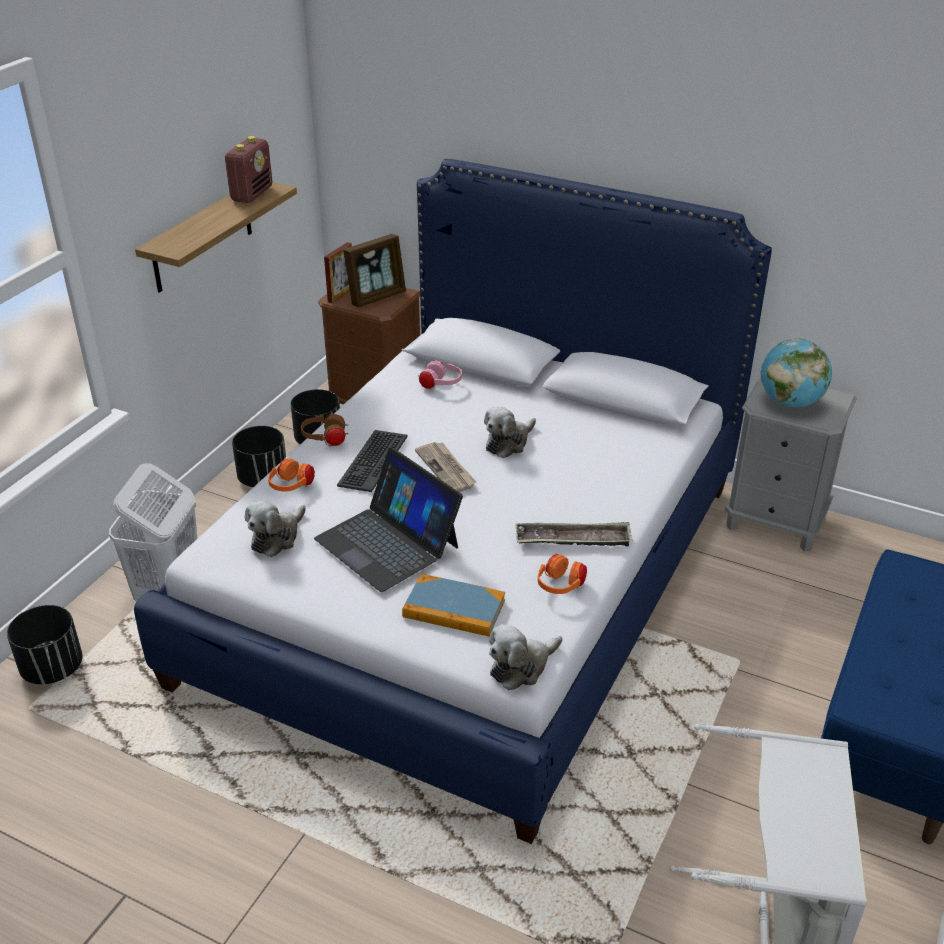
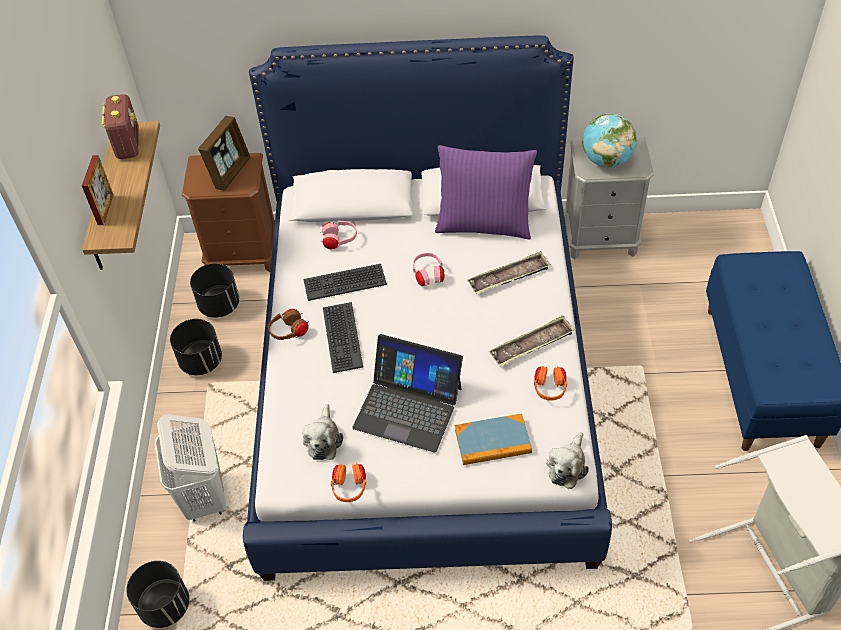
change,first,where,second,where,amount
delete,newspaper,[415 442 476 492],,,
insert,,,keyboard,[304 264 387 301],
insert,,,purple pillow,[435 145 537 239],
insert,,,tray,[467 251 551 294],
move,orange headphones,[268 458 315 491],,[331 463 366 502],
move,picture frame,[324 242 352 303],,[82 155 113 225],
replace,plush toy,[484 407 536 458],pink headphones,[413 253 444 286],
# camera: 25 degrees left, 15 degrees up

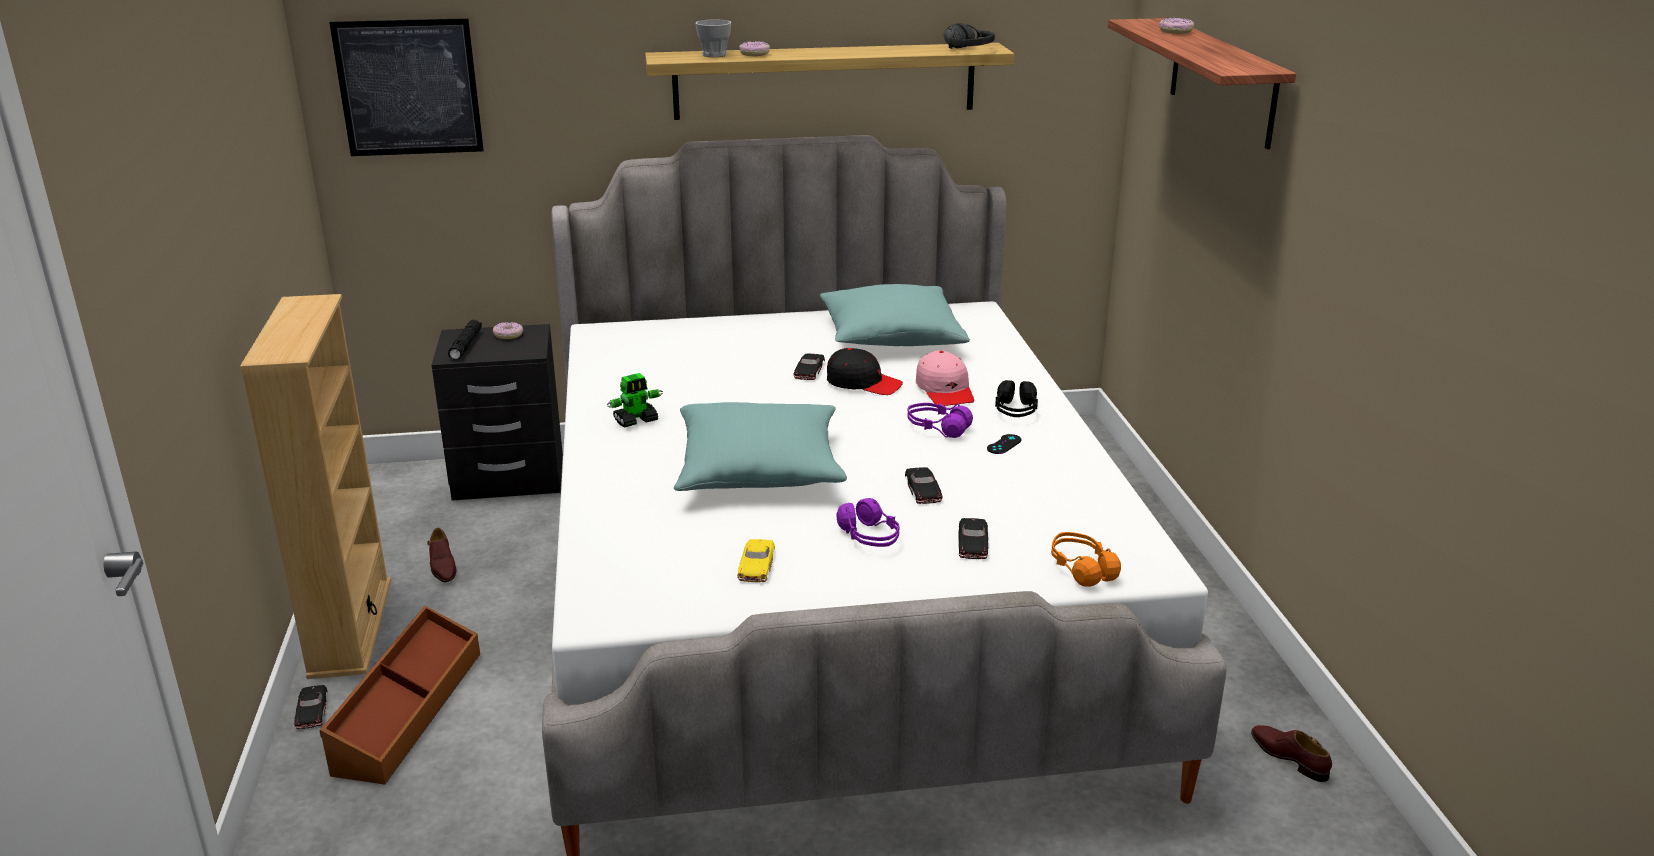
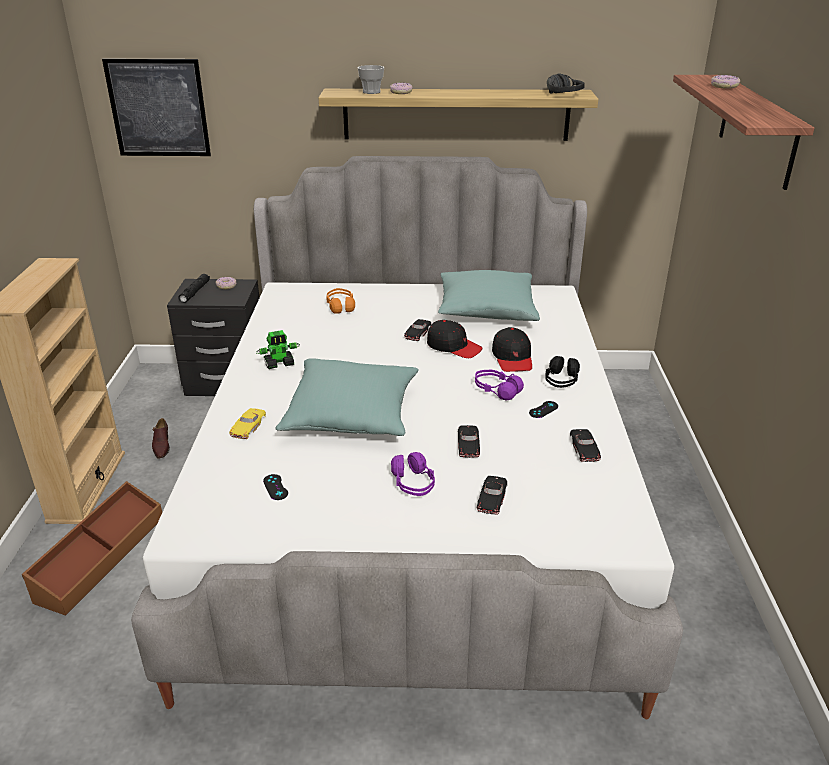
change,first,where,second,where,amount
delete,brown shoe,[1251 725 1332 782],,,
insert,,,black game controller,[263 474 288 500],
move,black toy car,[294 685 328 729],,[570 429 601 462],
move,yellow toy car,[737 539 775 583],,[229 408 266 439],
move,orange headphones,[1051 532 1121 587],,[326 288 355 314],
recolor,pink cap,[916 350 974 406],black cap,[492 327 532 372],
# camera: 10 degrees right, 5 degrees up

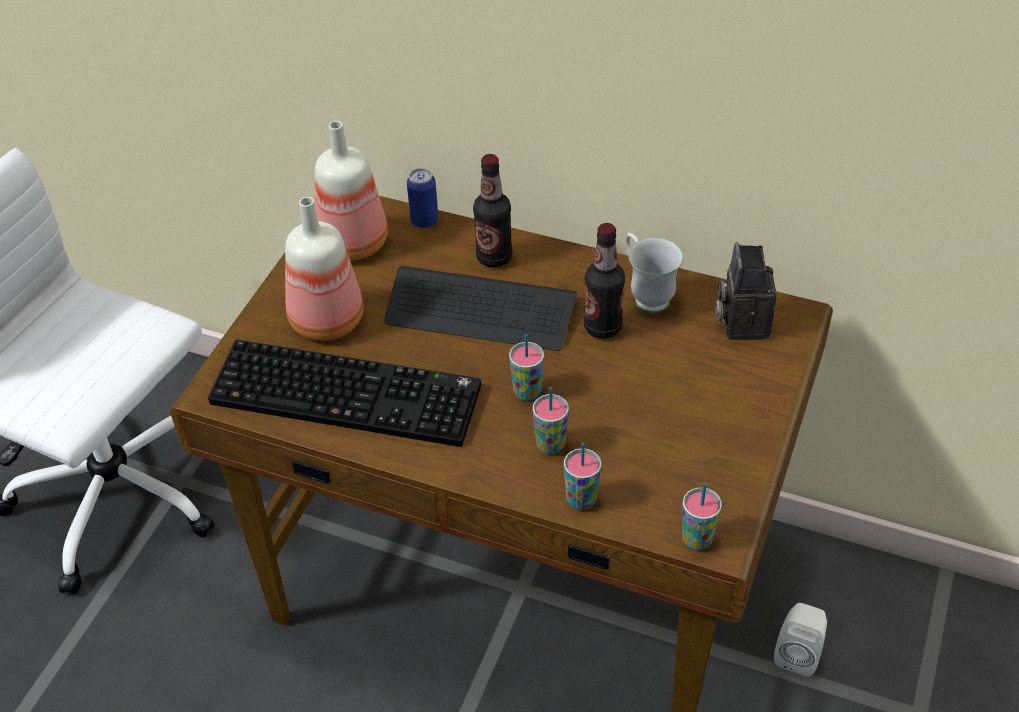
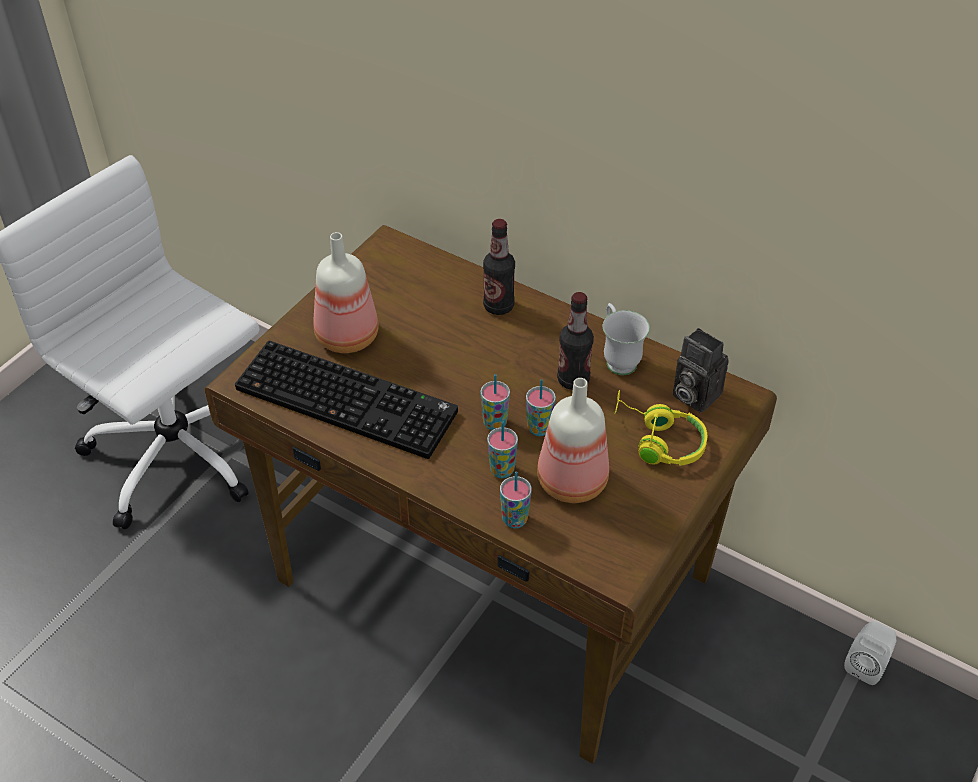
change,first,where,second,where,amount
delete,keyboard,[384 266 577 351],,,
delete,can,[407 168 439 229],,,
insert,,,yellow headphones,[614 390 707 466],
move,bottle,[314 121 388 261],,[537 378 609 503],
move,cup,[682 483 722 550],,[526 379 556 436],
move,white speaker,[774 603 827 676],,[844 621 897 685],
rotate,photo camera,[716 242 777 340],,[673 328 729 413],60 degrees counterclockwise
# camera: 10 degrees right, 0 degrees up

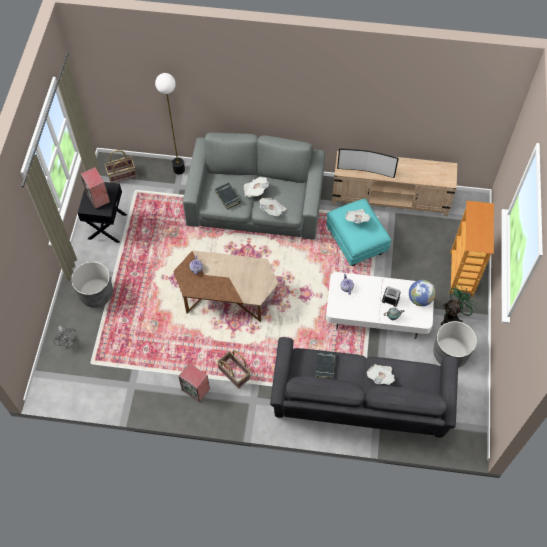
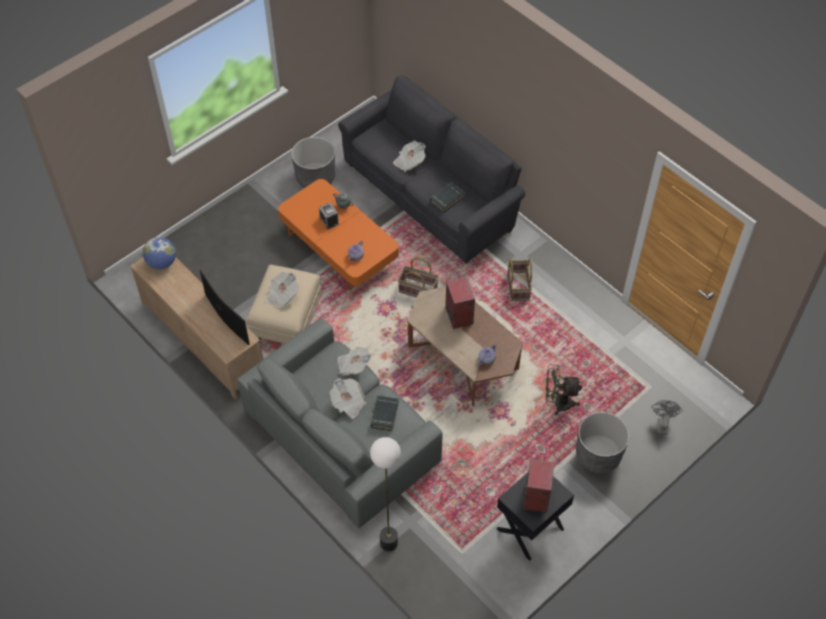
change,first,where,second,where,amount
delete,bookcase,[449 201 494 297],,,
move,basket,[105 150 137 183],,[398 258 438 298],
move,speaker,[178 363 210 402],,[445 277 475 329],
move,globe,[409 280 436 306],,[143 237 176 270],
move,green fan,[441 286 477 325],,[546 365 582 415],
recolor,turquoise ottoman,[326 199 391 266],beige ottoman,[246 265 322 343],
recolor,white coffee table,[326 272 434 339],orange coffee table,[278 179 399 290],
# camera: 140 degrees left, 5 degrees down

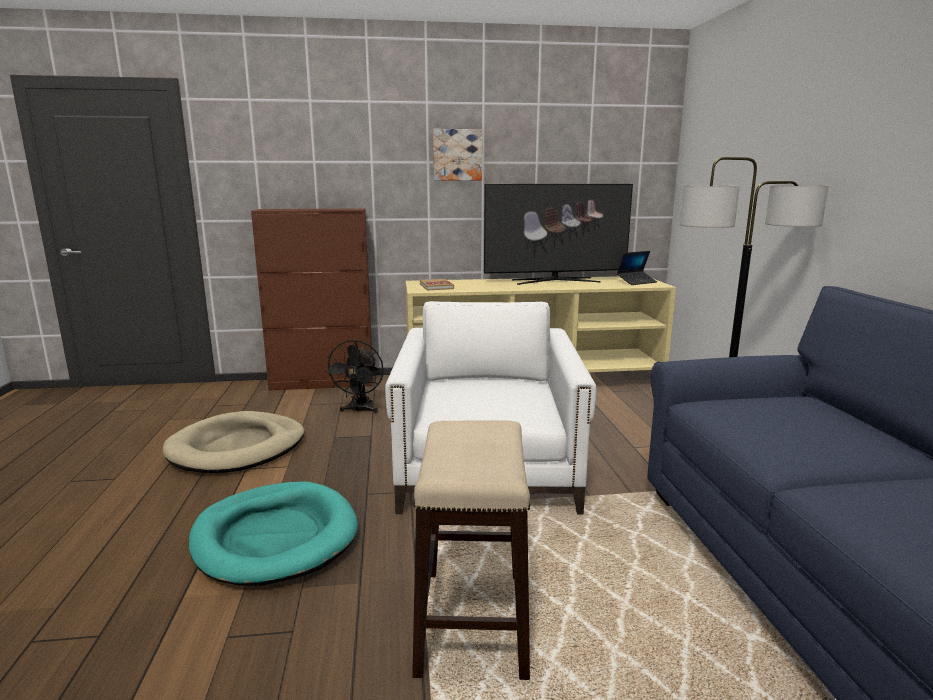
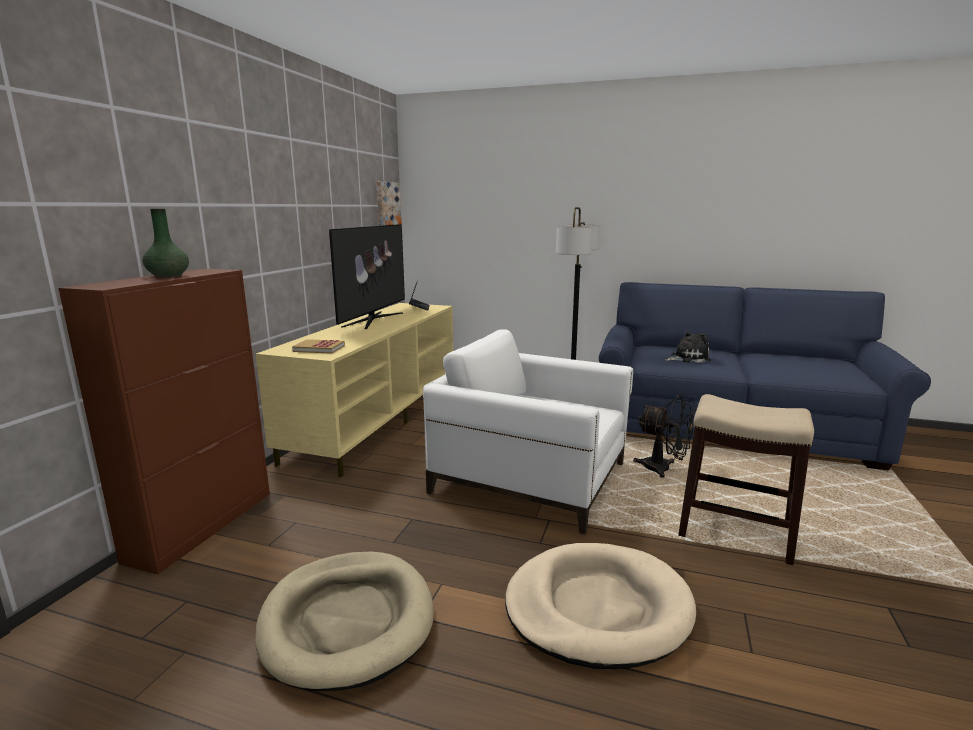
change,first,where,second,where,amount
insert,,,green vase,[142 209 189 277],
insert,,,plush toy,[665 331 711 363],
move,black fan,[324 340 384 413],,[633 395 697 478],
move,picture,[433 129 482 180],,[376 181 402 226],
recolor,turquoise dog bed,[189 481 358 586],beige dog bed,[505 543 696 669],
# camera: 65 degrees left, 0 degrees up

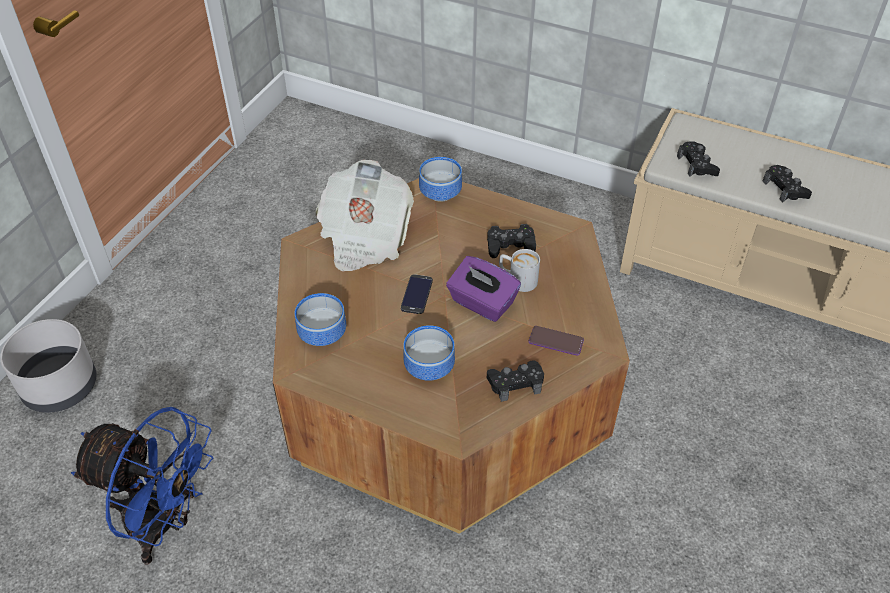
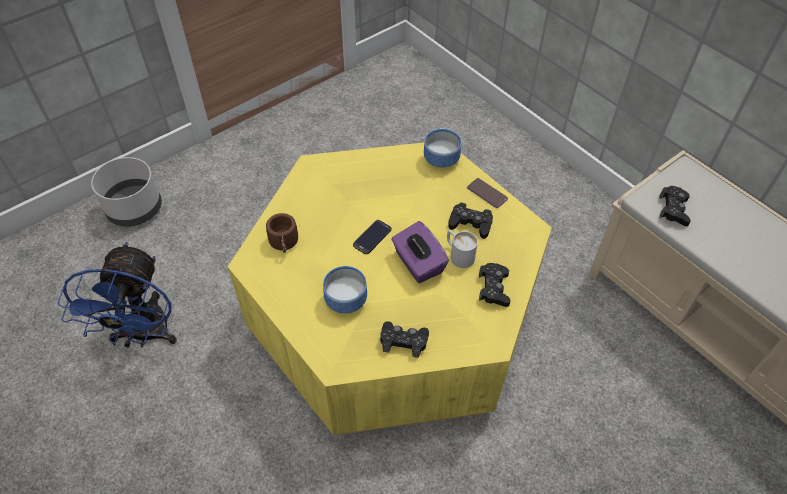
change,first,where,second,where,amount
delete,newspaper,[315 160 414 272],,,
move,phone,[529 326 584 356],,[467 178 508 208],
move,black game controller,[762 165 812 202],,[479 263 510 307],
replace,bowl,[295 293 346 346],brown mug,[266 213 298 253],
recolor,brown coffee table,[273 178 630 534],yellow coffee table,[228 142 552 435],
rotate,blue fan,[71 407 213 564],,[58 242 177 348],45 degrees clockwise
# camera: 25 degrees right, 5 degrees up

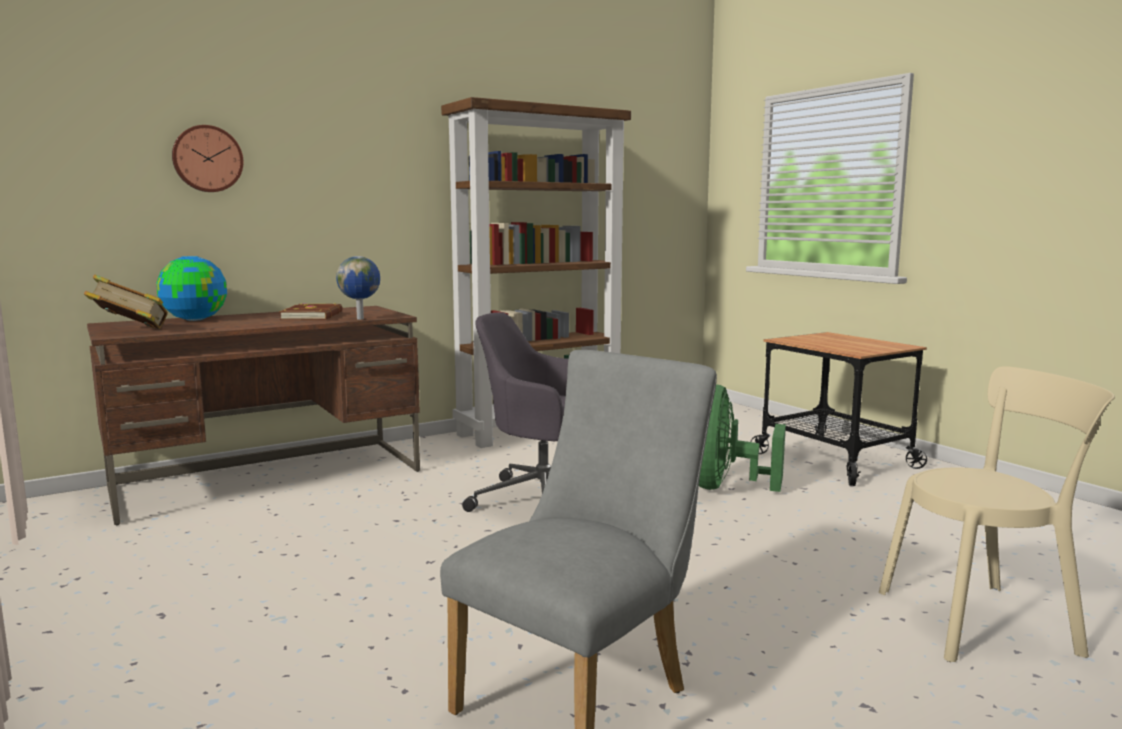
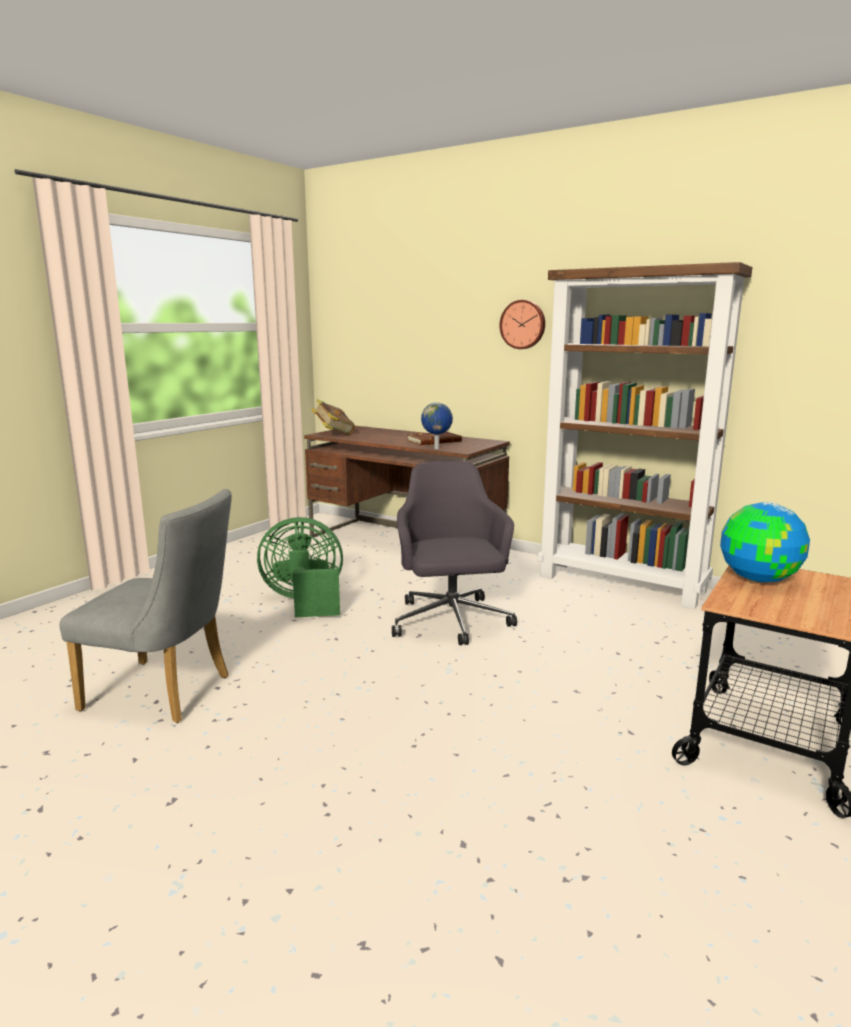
change,first,where,second,where,amount
delete,beige chair,[879 366 1115 662],,,
move,globe,[156 256 227 321],,[720 502 810 582],
move,wall clock,[172 125 243 192],,[500 300 545 349],
move,green fan,[699 384 786 492],,[257 517 343 617],
# camera: 65 degrees right, 5 degrees up

